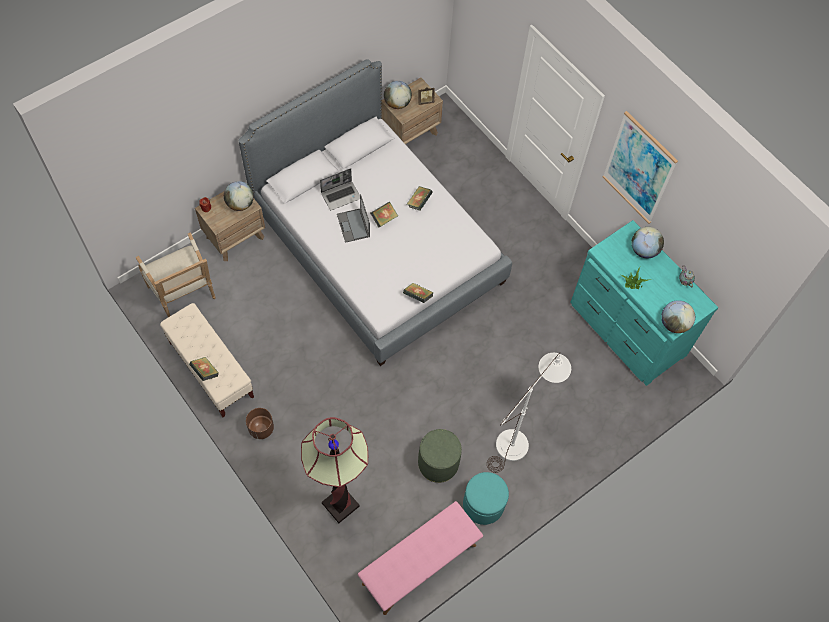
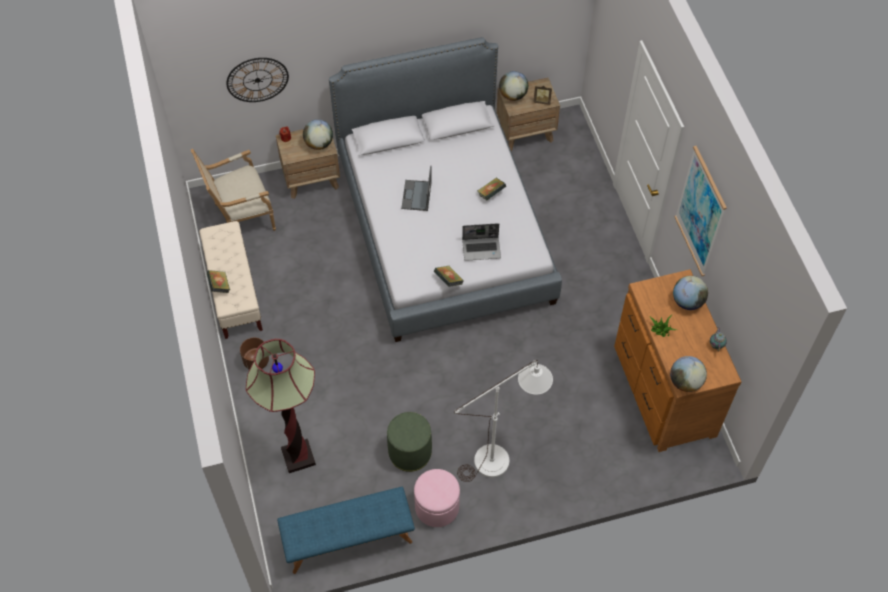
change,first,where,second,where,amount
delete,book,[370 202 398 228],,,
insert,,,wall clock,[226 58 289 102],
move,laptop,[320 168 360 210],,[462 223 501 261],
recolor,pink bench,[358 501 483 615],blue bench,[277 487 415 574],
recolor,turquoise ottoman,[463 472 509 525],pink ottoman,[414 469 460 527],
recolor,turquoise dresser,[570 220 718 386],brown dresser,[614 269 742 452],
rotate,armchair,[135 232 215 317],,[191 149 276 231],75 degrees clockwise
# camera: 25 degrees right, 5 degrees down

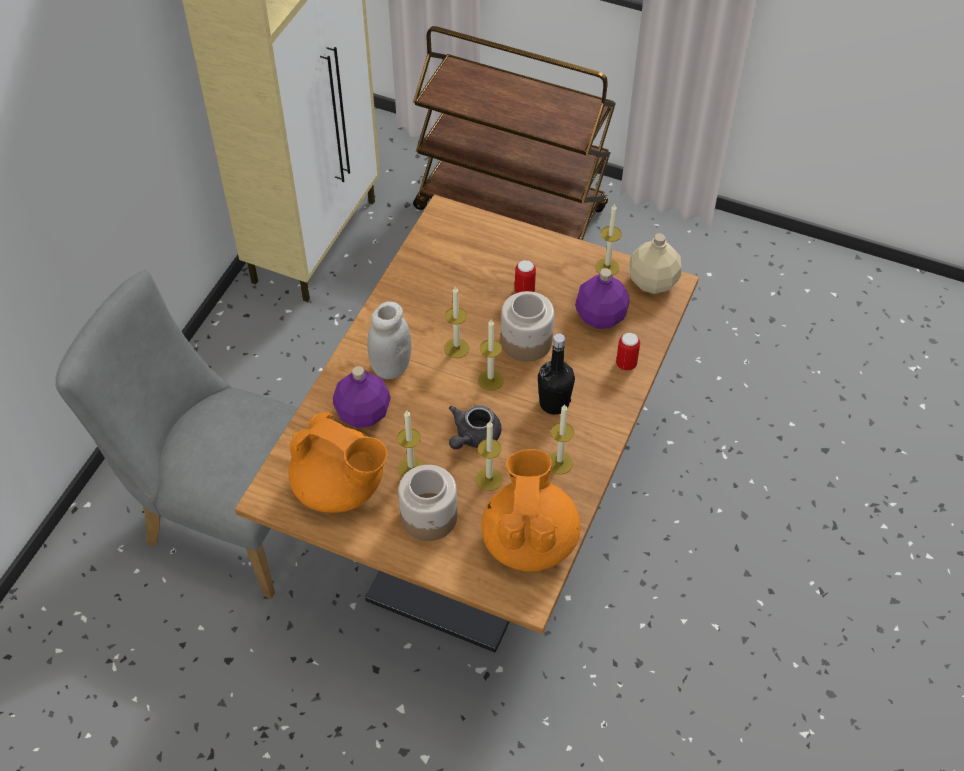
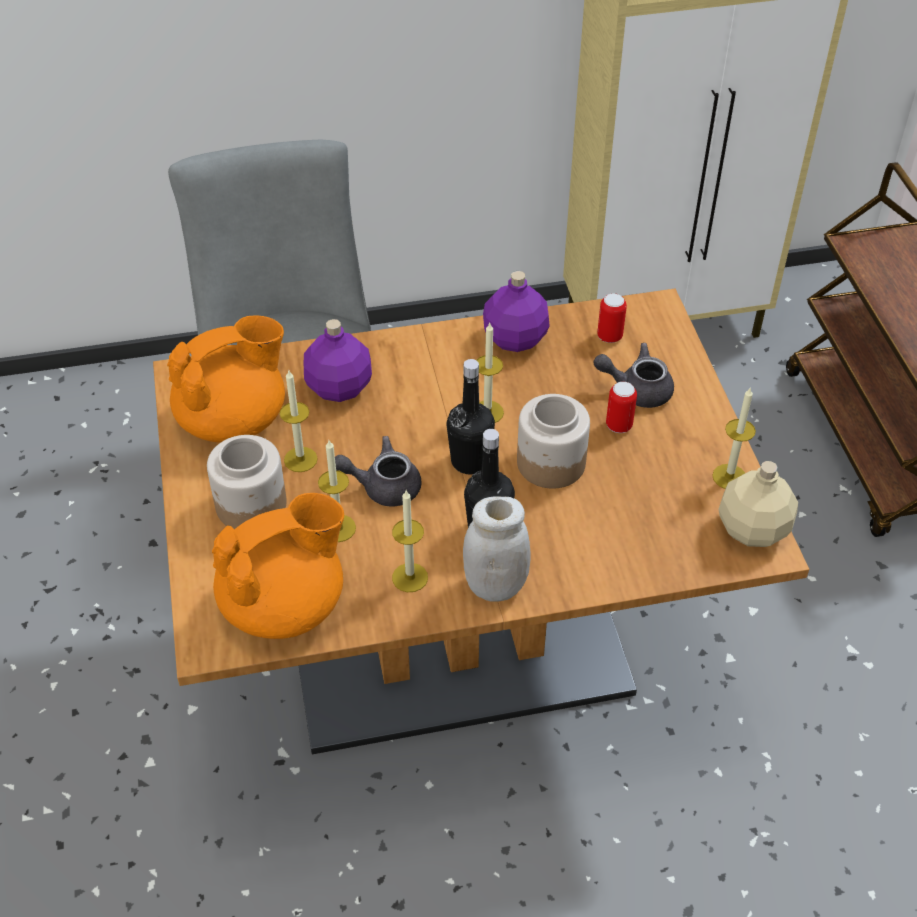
change,first,where,second,where,amount
insert,,,grey teapot,[593 343 674 408],
move,white jar,[367 301 411 379],,[463 496 531 602],
move,purple bottle,[575 268 630 329],,[483 271 550 352],
move,can,[616 333 640 371],,[597 293 627 343],
replace,candle,[478 320 504 391],black bottle,[447 359 495 475],
rotate,orange teapot,[289 412 387 513],,[167 315 285 442],120 degrees counterclockwise
# camera: 55 degrees right, 5 degrees down

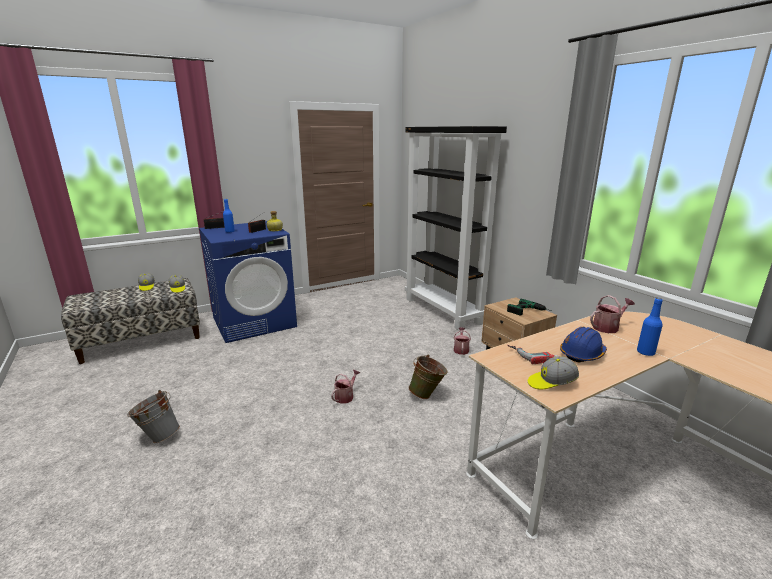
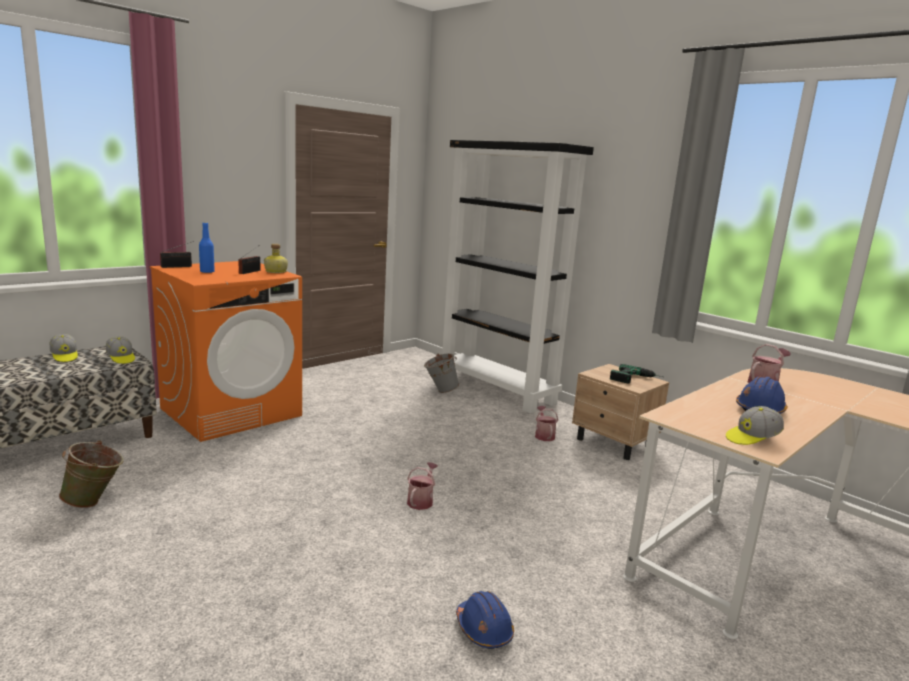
change,first,where,second,where,amount
delete,power drill,[507 345 560 364],,,
delete,blue bottle,[637 298 663 356],,,
insert,,,blue hard hat,[456 591 514 649],
move,grey bucket,[127 390 180 444],,[424 353 459 393],
move,green bucket,[409 355 448 399],,[59 440 124 508],
recolor,blue washing machine,[199 221 297 343],orange washing machine,[150 261 302 442],
# camera: 15 degrees left, 5 degrees down

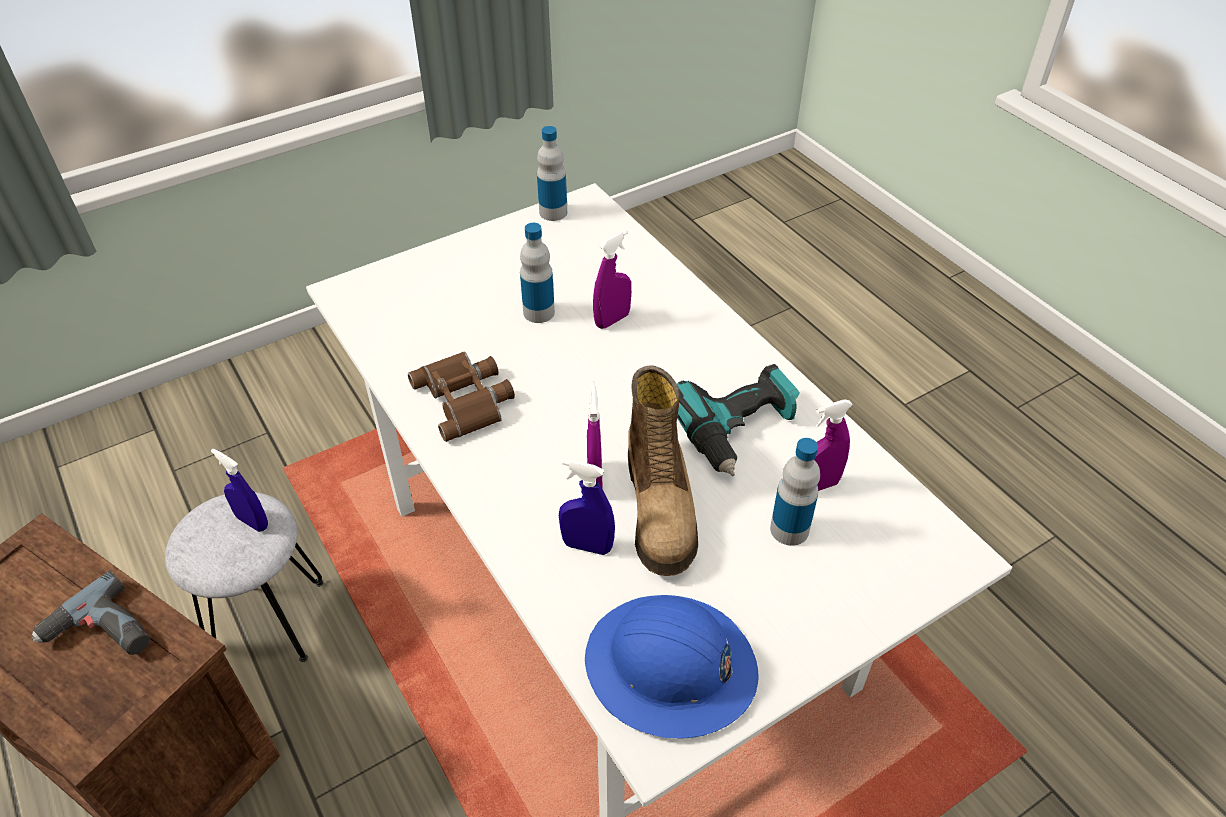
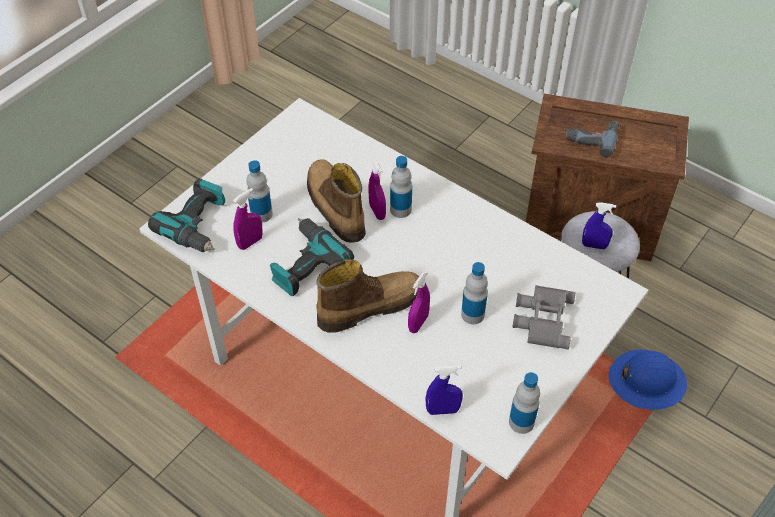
change,first,where,second,where,amount
delete,brown binoculars,[408 351 515 442],,,
insert,,,power drill,[148 178 225 252],
insert,,,boot,[316 259 419 333],
insert,,,bottle,[390 156 412 218],
insert,,,grey binoculars,[512 285 575 349],
move,blue spray bottle,[559 459 615 555],,[426 365 463 415],
move,blue hard hat,[585 595 758 739],,[609 350 687 410],
# camera: 160 degrees right, 5 degrees up

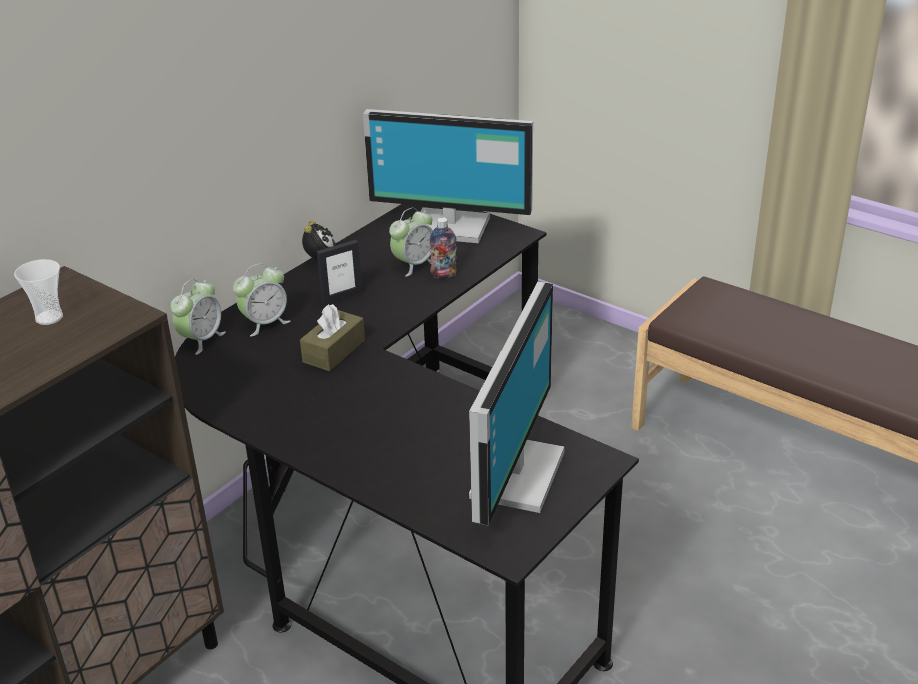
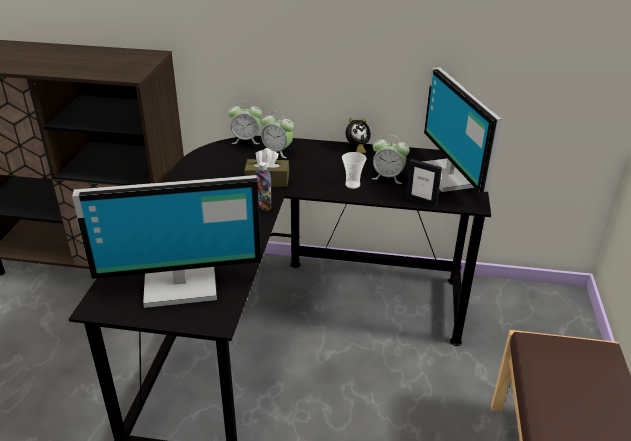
change,first,where,second,where,amount
move,cup,[14 259 63 325],,[342 152 367 189],
move,picture frame,[317 240 363 303],,[406 159 442 206],
move,bottle,[429 217 457 279],,[256 162 272 211],
# camera: 60 degrees right, 0 degrees up

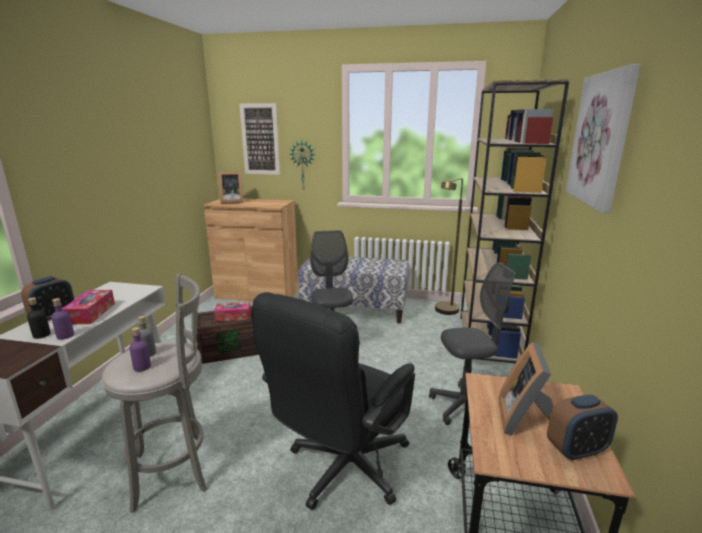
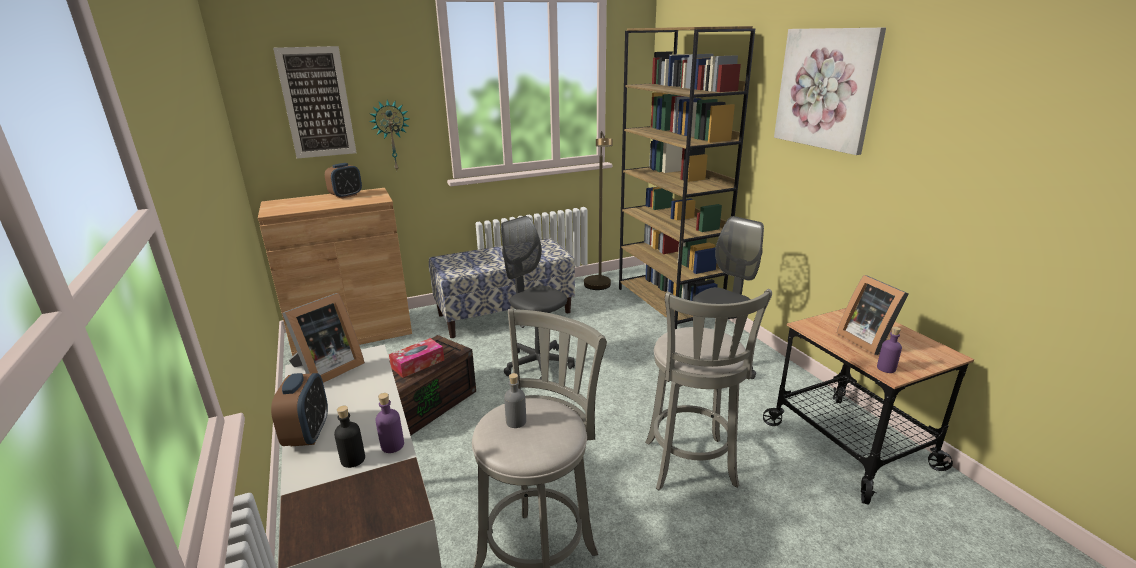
change,first,where,second,where,amount
delete,tissue box,[62 290 115 324],,,
move,purple bottle,[129 327 151 372],,[877 327 902 373],
move,picture frame,[218 171 244 204],,[282 293 365 383],
move,alarm clock,[547 394 618 461],,[325 163 362 199],
replace,black office chair,[251 292 415 510],grey stool,[645 289 772 490],
# camera: 35 degrees left, 5 degrees up

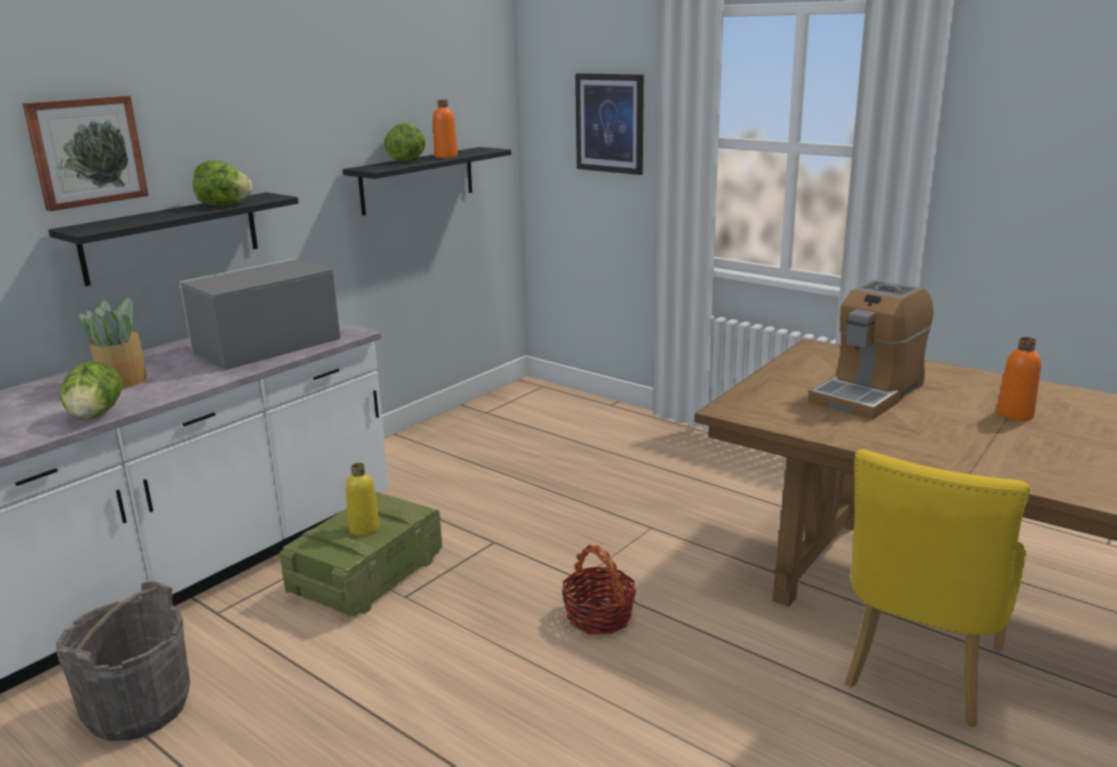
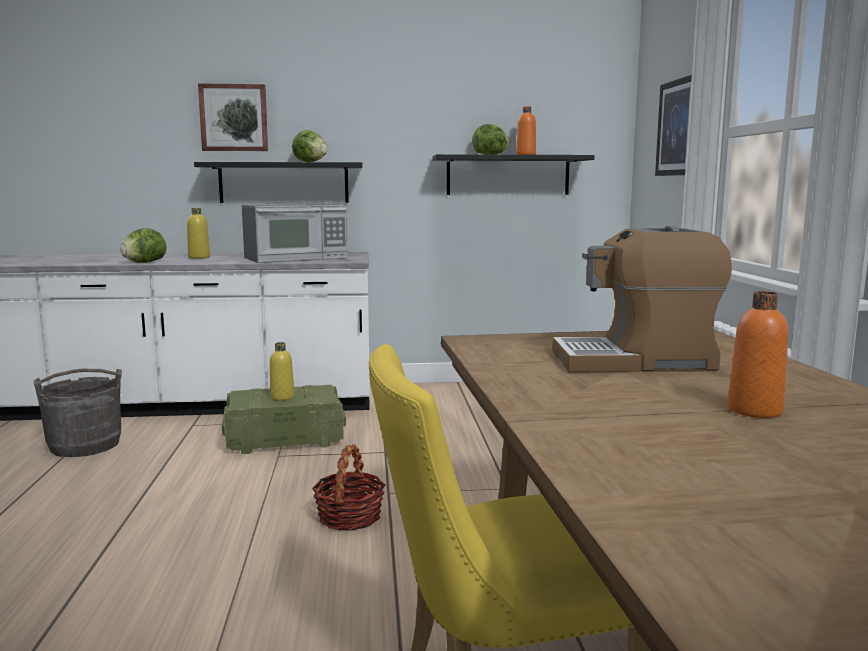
change,first,where,second,where,amount
replace,potted plant,[79 297 147 388],yellow bottle,[187 208 210 259],
rotate,microwave,[179 259 340 370],,[242 204 347 263],150 degrees clockwise
# camera: 45 degrees right, 10 degrees down

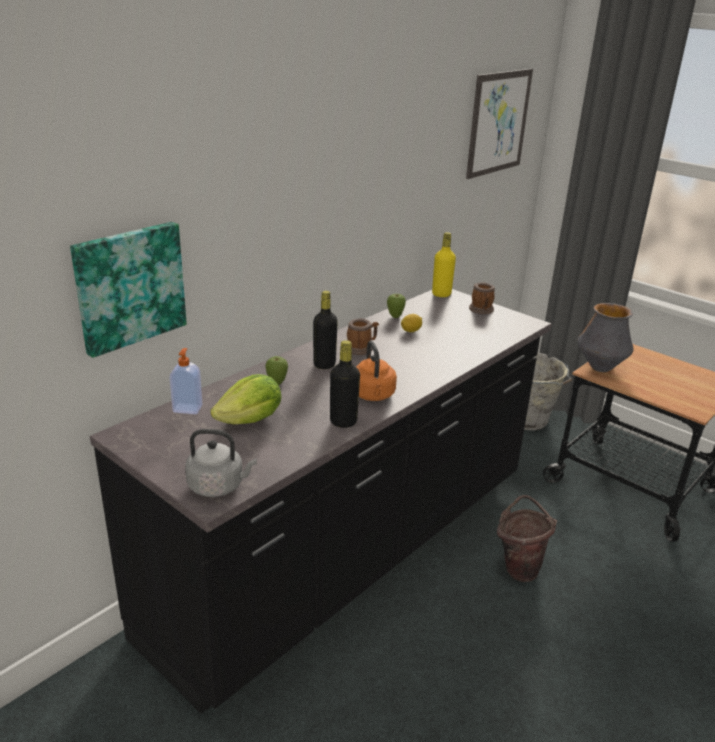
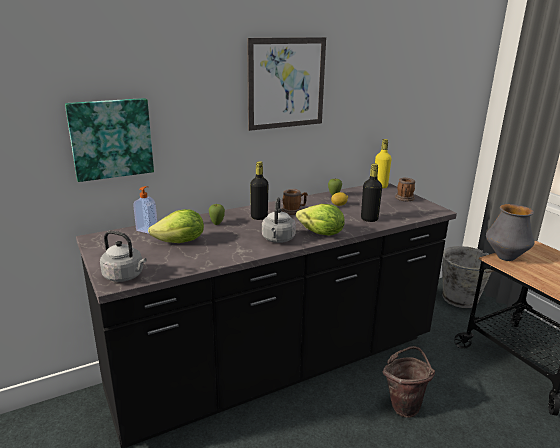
change,first,where,second,where,amount
insert,,,lettuce,[296 204 345 236],
move,black bottle,[330 340 360 428],,[361 164 382 222],
move,picture,[466 69 533 179],,[247 37 326 131],
recolor,orange kettle,[356 341 397 401],grey kettle,[262 197 296 243],
# camera: 20 degrees right, 5 degrees down

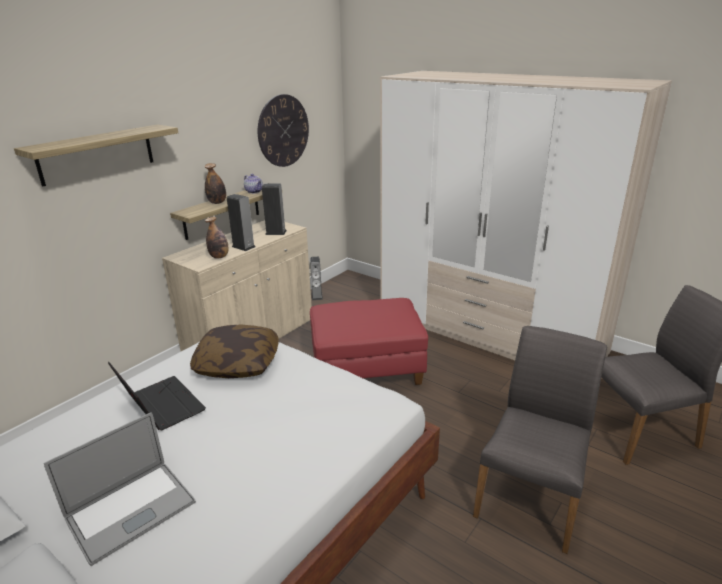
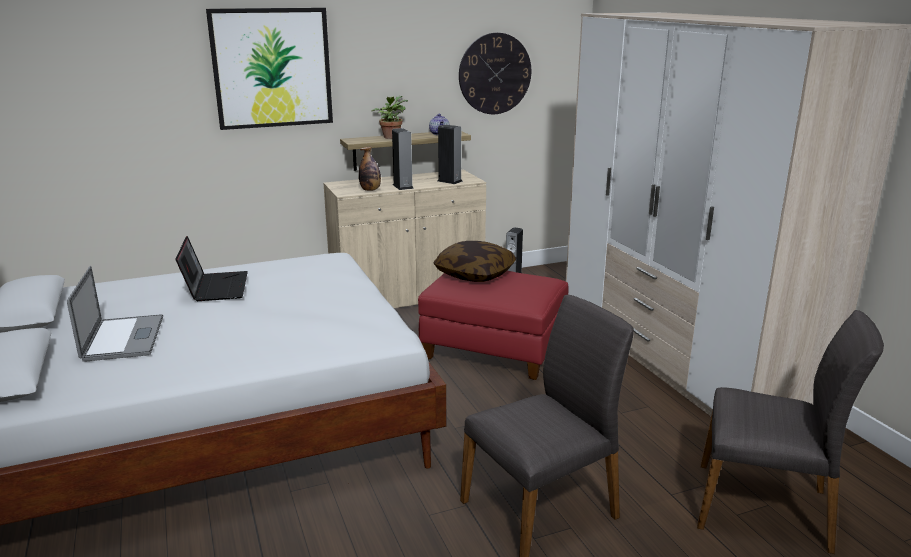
change,first,where,second,where,amount
move,pillow,[190 324 279 378],,[434 241 516 282],
replace,shelf,[14 124 178 187],picture,[206 8 333 130],
replace,bottle,[205 163 226 204],potted plant,[372 96 408 139],
rotate,laptop,[44 412 196 566],,[67 266 163 362],90 degrees counterclockwise
# camera: 30 degrees right, 5 degrees down

